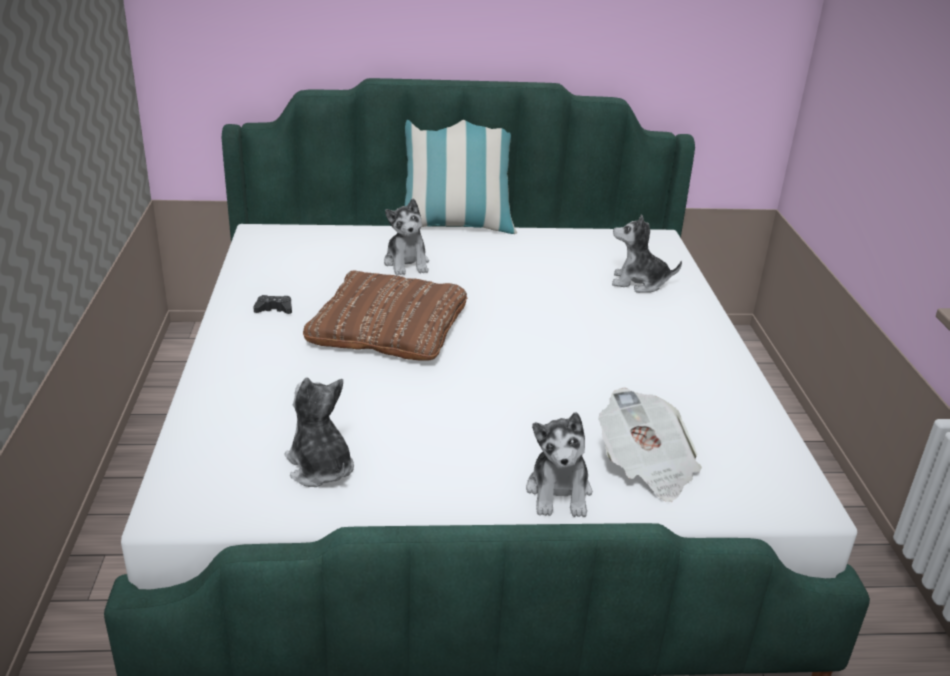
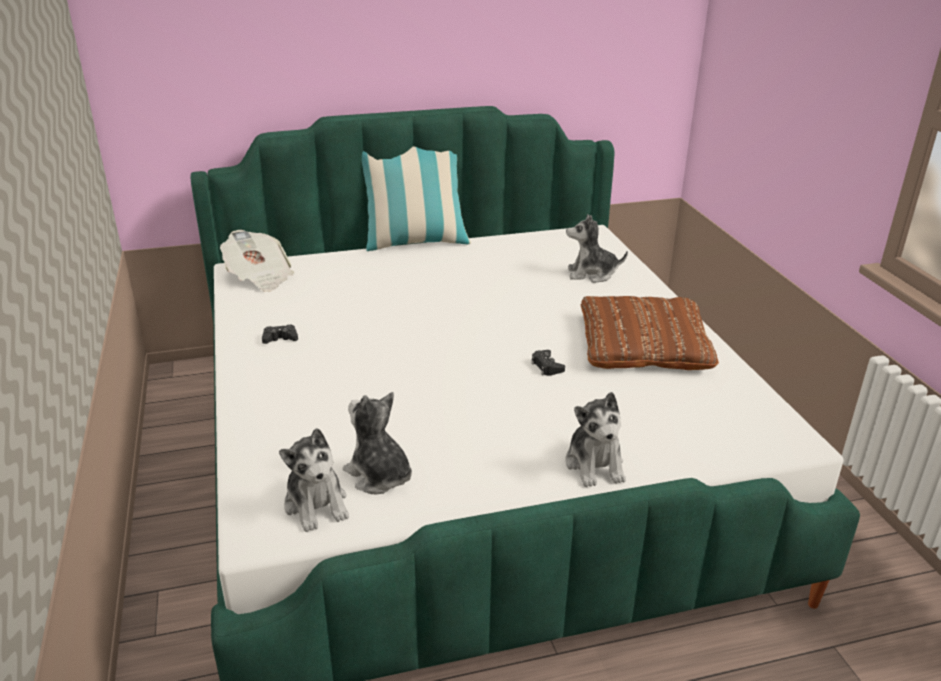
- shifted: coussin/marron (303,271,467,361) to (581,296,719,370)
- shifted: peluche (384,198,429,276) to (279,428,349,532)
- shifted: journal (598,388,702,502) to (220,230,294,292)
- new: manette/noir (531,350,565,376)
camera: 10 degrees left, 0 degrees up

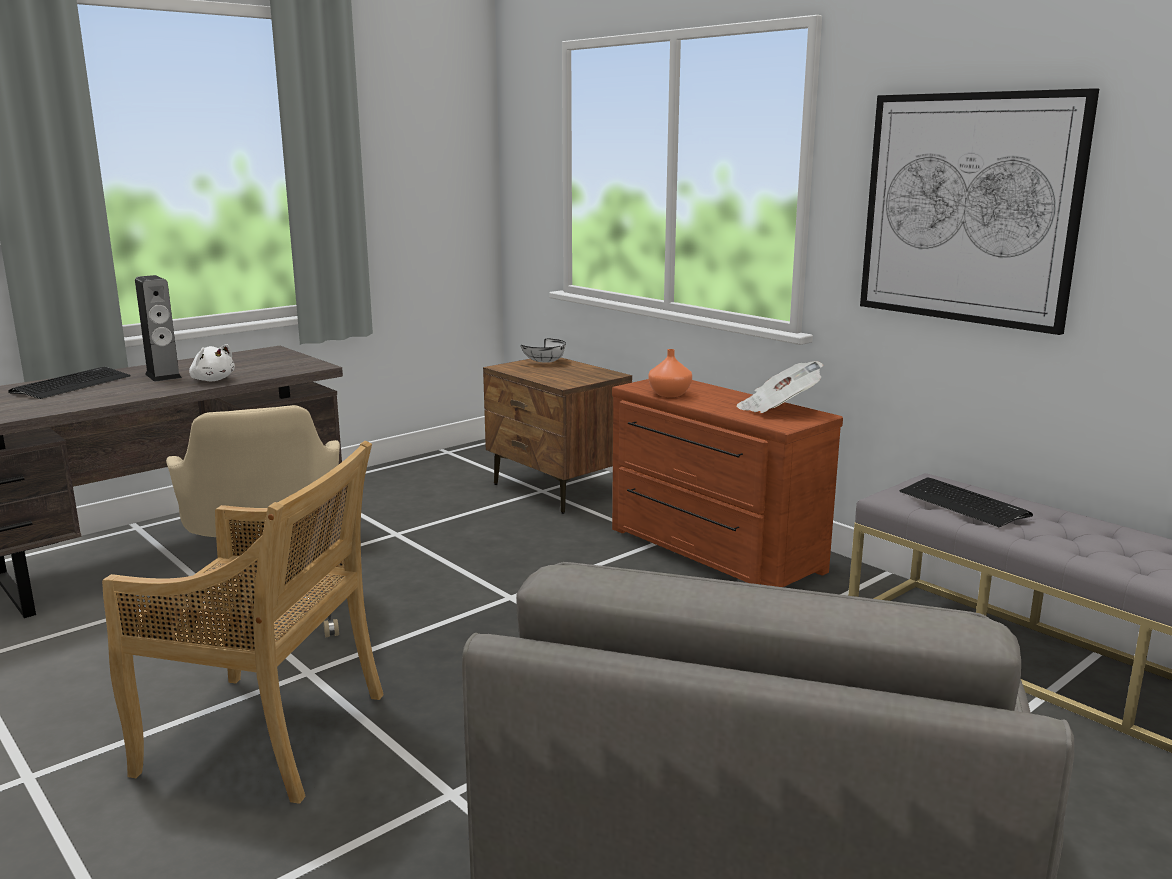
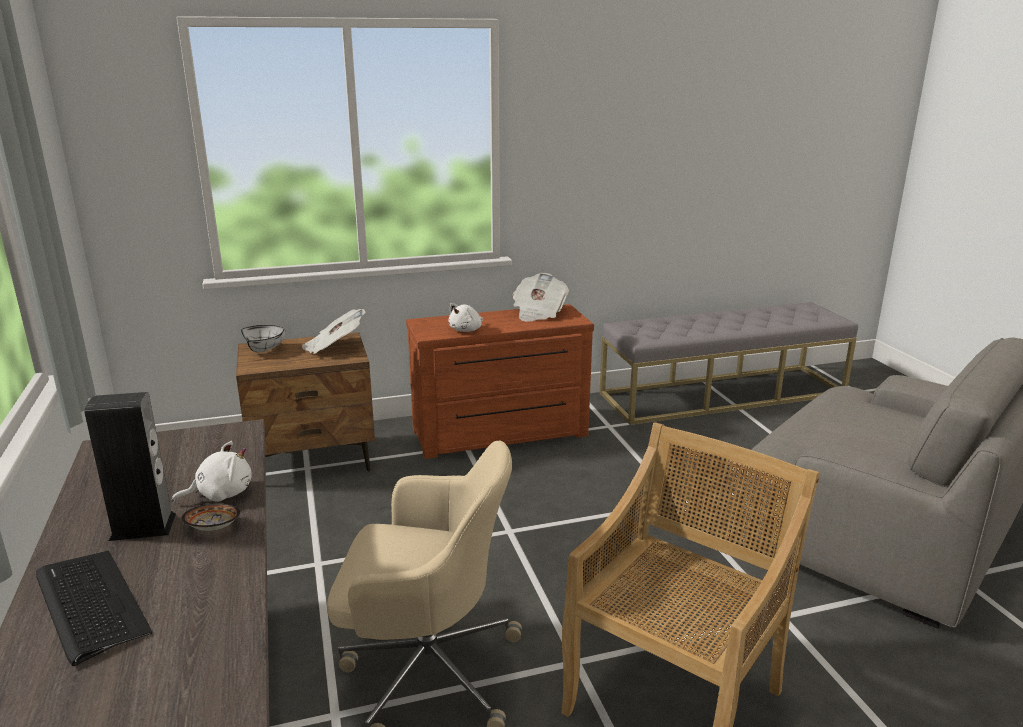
- swapped: vase/orange (648,349,692,397) to peluche/blanc (448,303,483,332)
- gone: tableau (860,88,1099,335)
- gone: clavier (900,477,1033,527)
- new: bol (182,504,240,531)
- new: journal (302,309,366,354)
camera: 65 degrees left, 5 degrees up

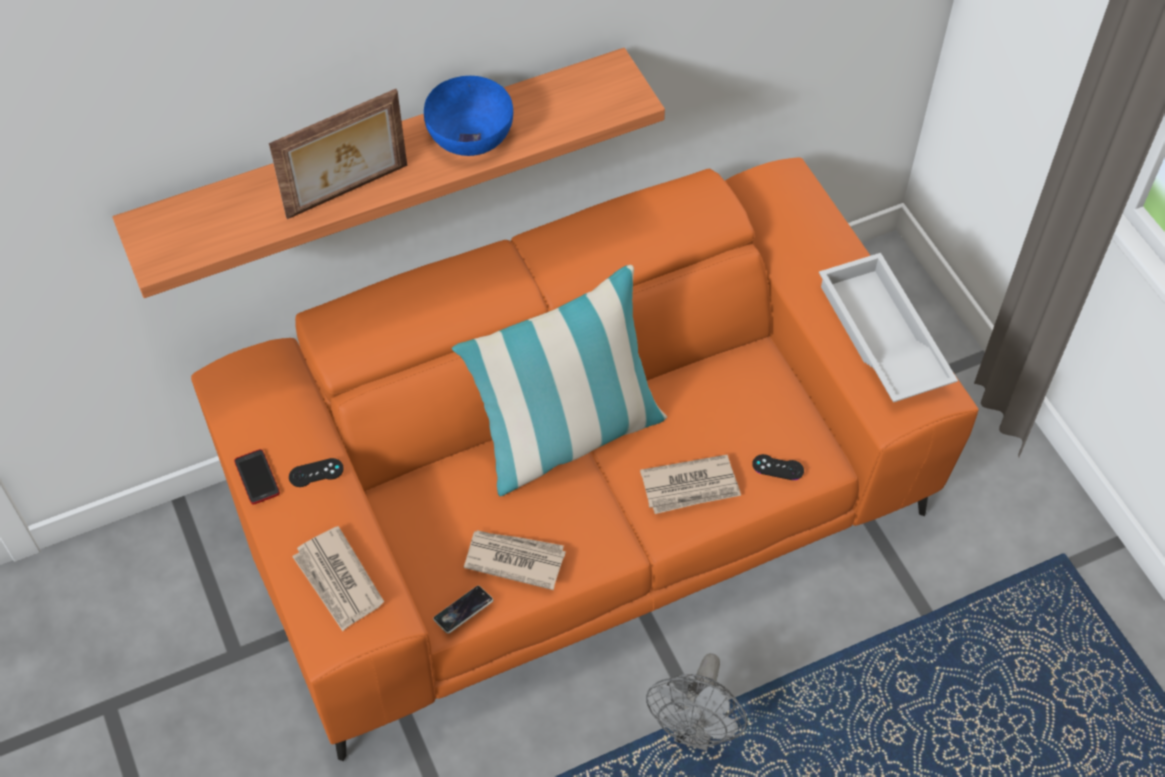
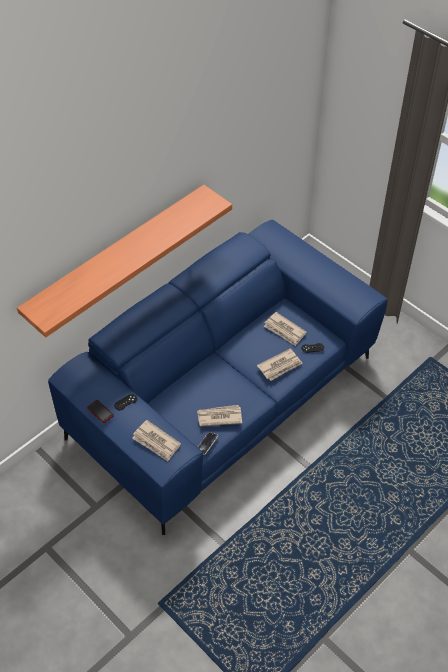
- repainted: canapé/orange (191,157,979,761) to canapé/bleu (48,220,388,535)
- gone: cadre photo (269,89,407,219)
- gone: bol/bleu (424,76,513,156)
- gone: coussin (452,265,667,496)
- gone: ventilateur/gris (646,653,747,751)
- gone: plateau/blanc (819,253,958,402)
- new: journal (264,312,306,346)
camera: 20 degrees left, 5 degrees down

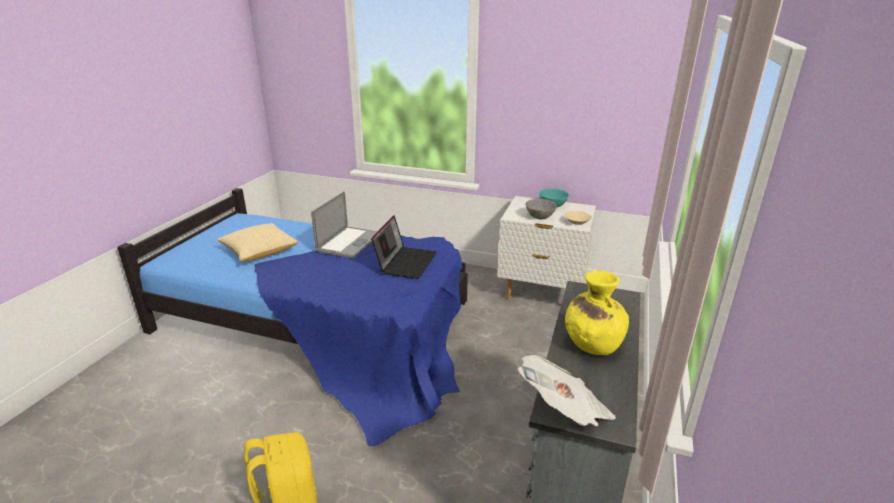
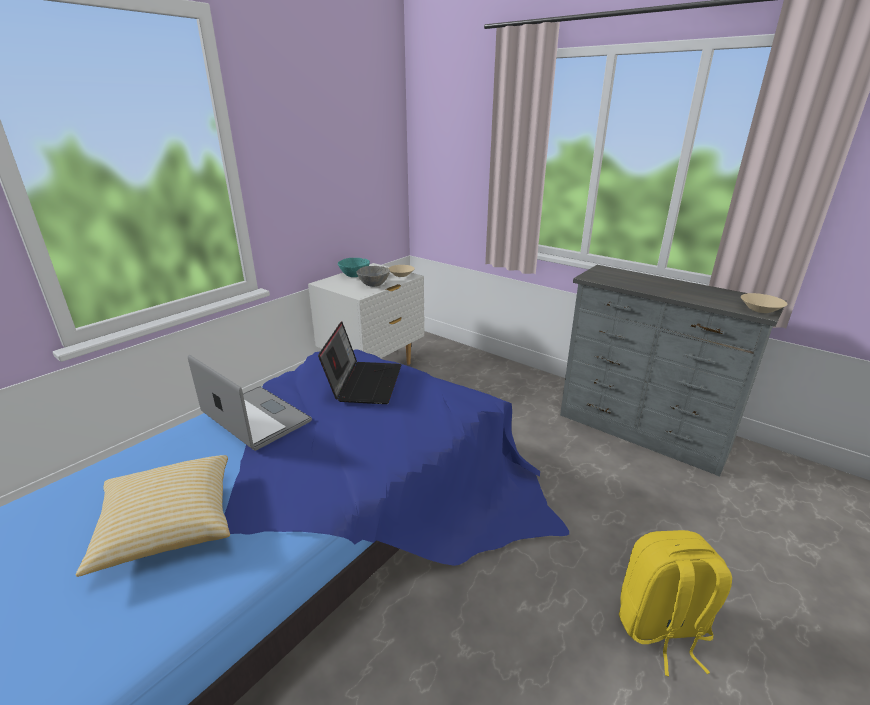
- rotated: ordinateur portable (371,215,437,279) = (318,321,402,404) 60 degrees clockwise
- swapped: journal (517,355,616,426) to bol/beige (741,293,788,313)
- gone: vase/jaune (565,270,629,355)
camera: 70 degrees left, 0 degrees up

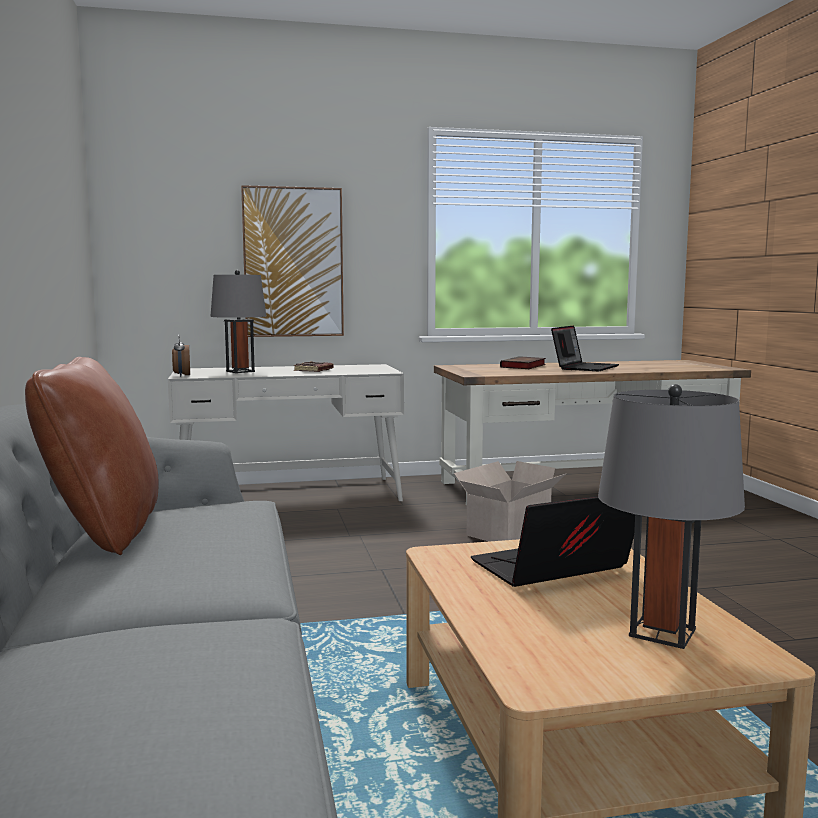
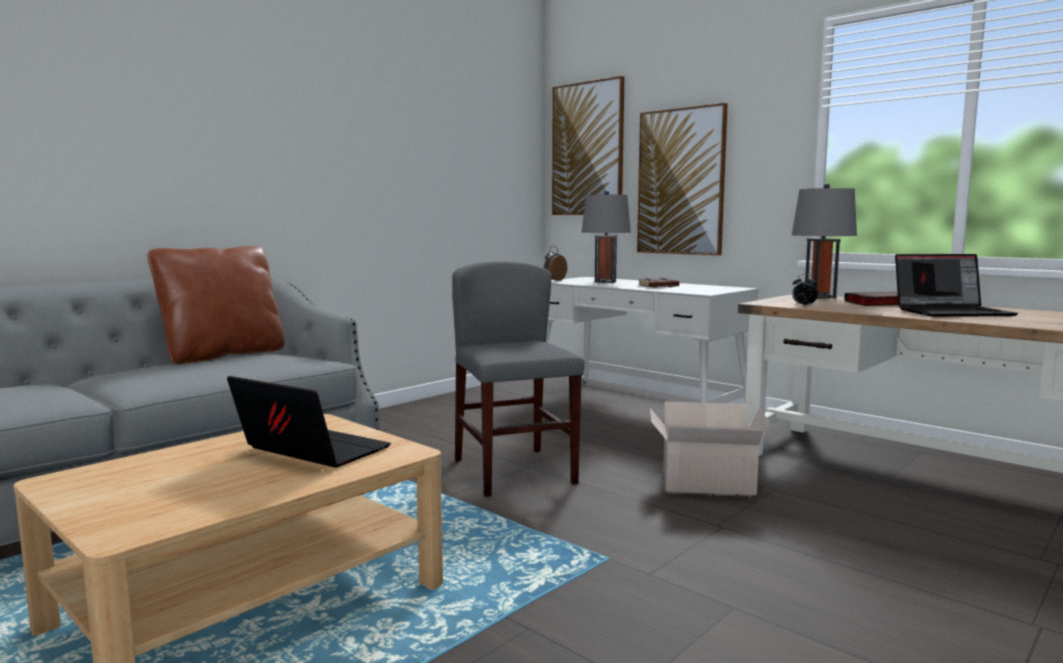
- shifted: lampe de table/gris (598,384,745,649) to (792,183,857,298)
- new: chaise/gris (452,262,584,497)
- new: tableau (552,76,625,215)
- new: réveil (792,274,818,307)
camera: 55 degrees right, 0 degrees up

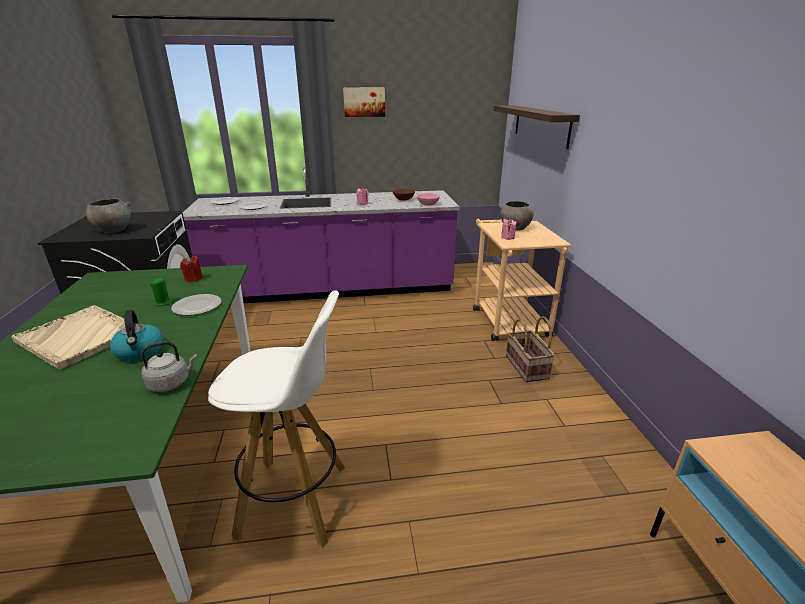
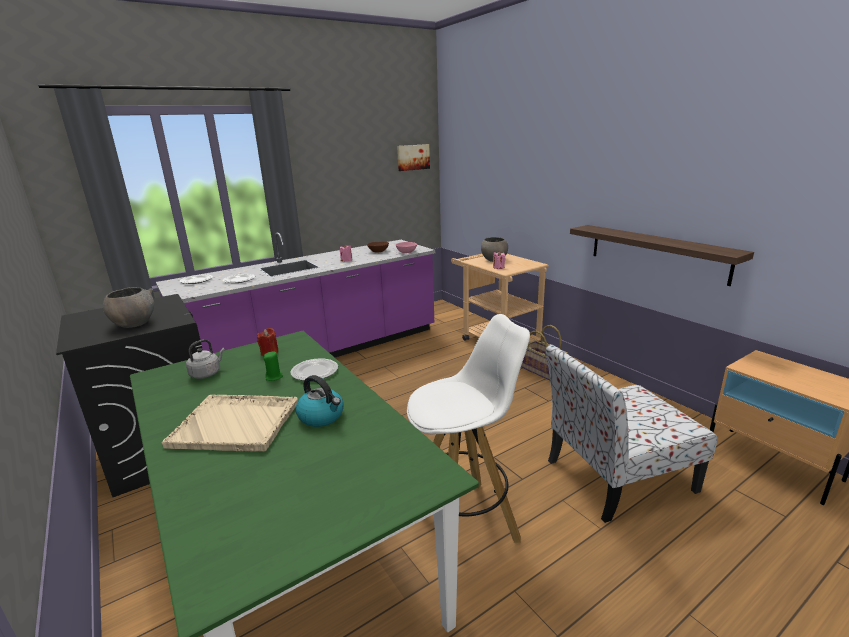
- shifted: bouilloire/gris (141,341,198,392) to (186,339,225,379)
- shifted: tableau (343,87,385,117) to (397,144,430,171)
- shifted: étagère (494,105,580,149) to (570,225,754,286)
- new: chaise (546,344,717,523)
camera: 25 degrees left, 5 degrees down

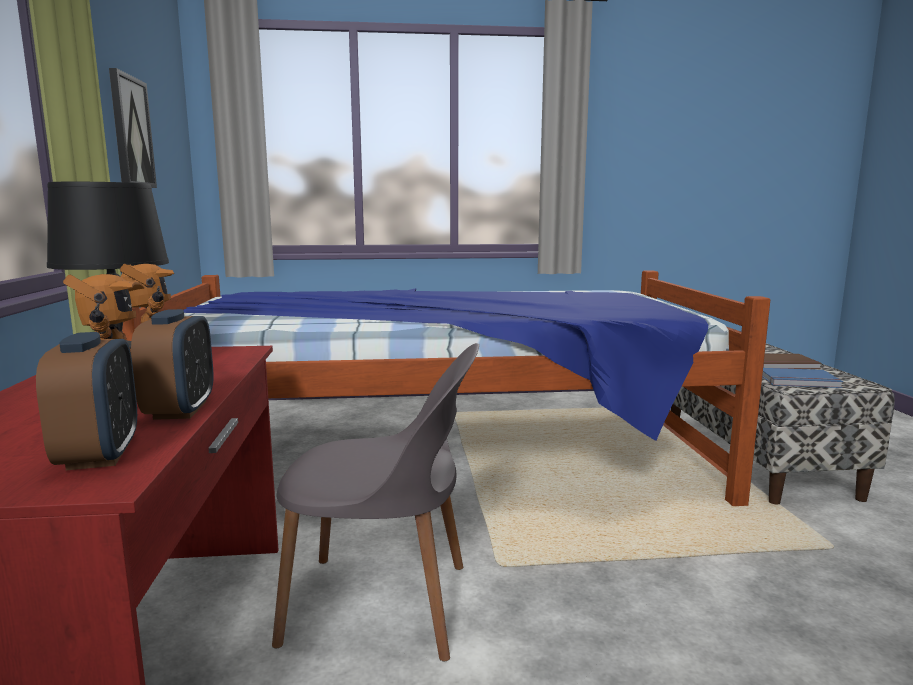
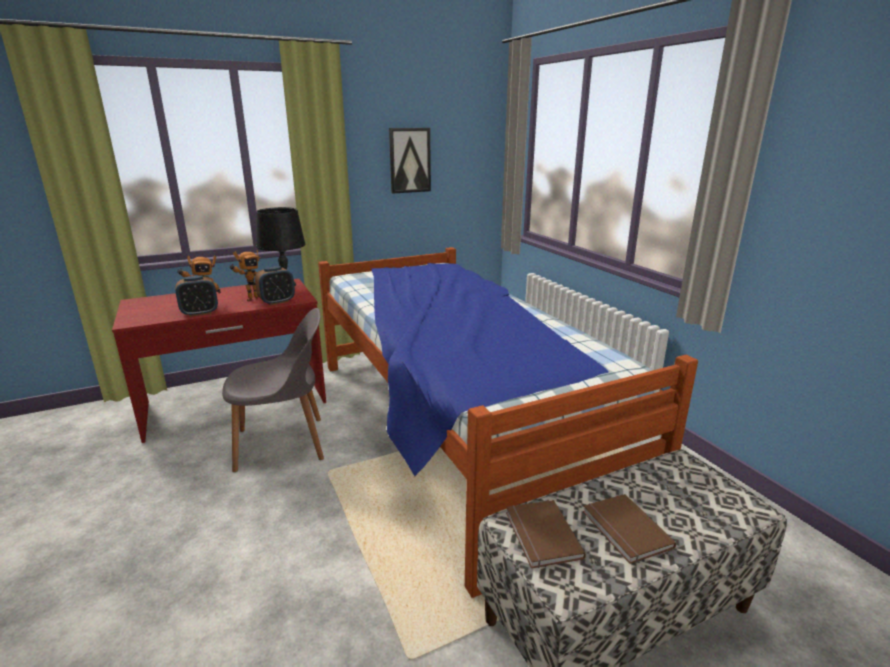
- shifted: réveil (36,332,137,470) to (255,266,295,305)
- rotated: chaise/gris (272,343,479,661) = (222,308,324,472) 90 degrees counterclockwise
- repainted: livre/bleu (762,368,843,388) to livre/marron (506,500,586,568)
camera: 70 degrees right, 10 degrees up

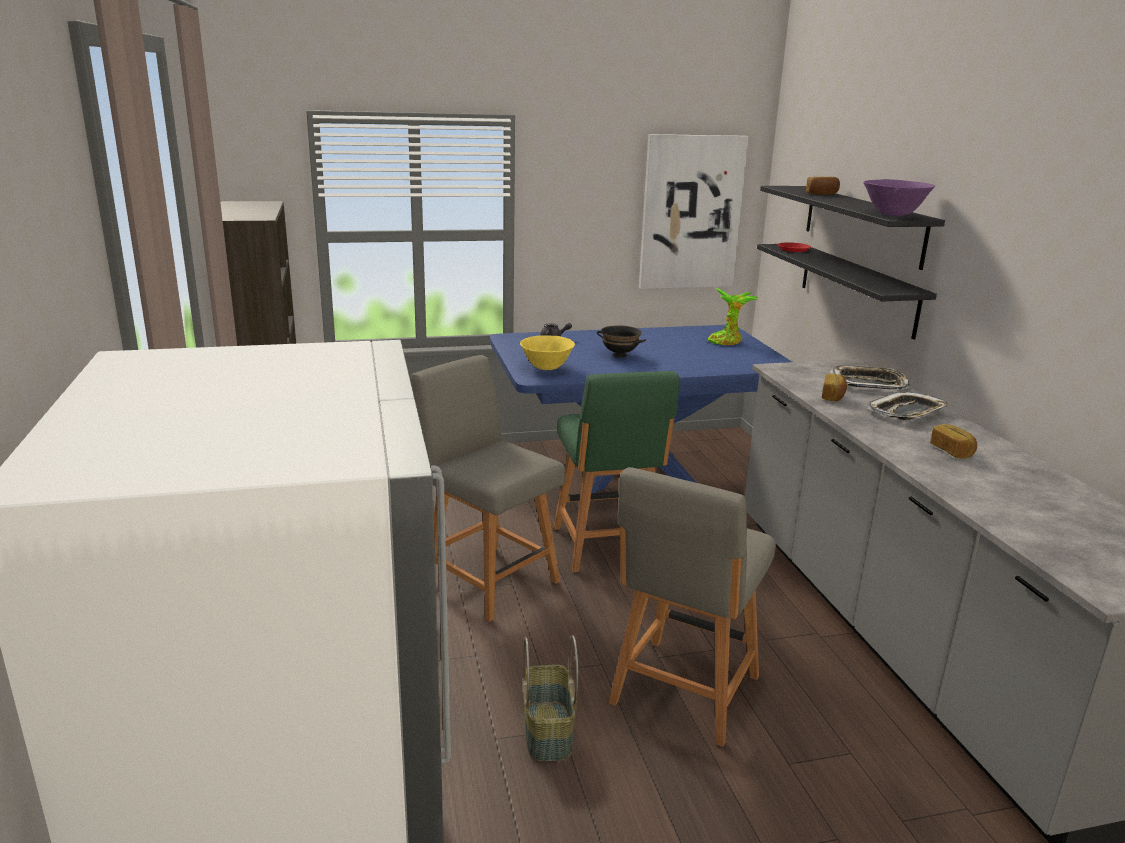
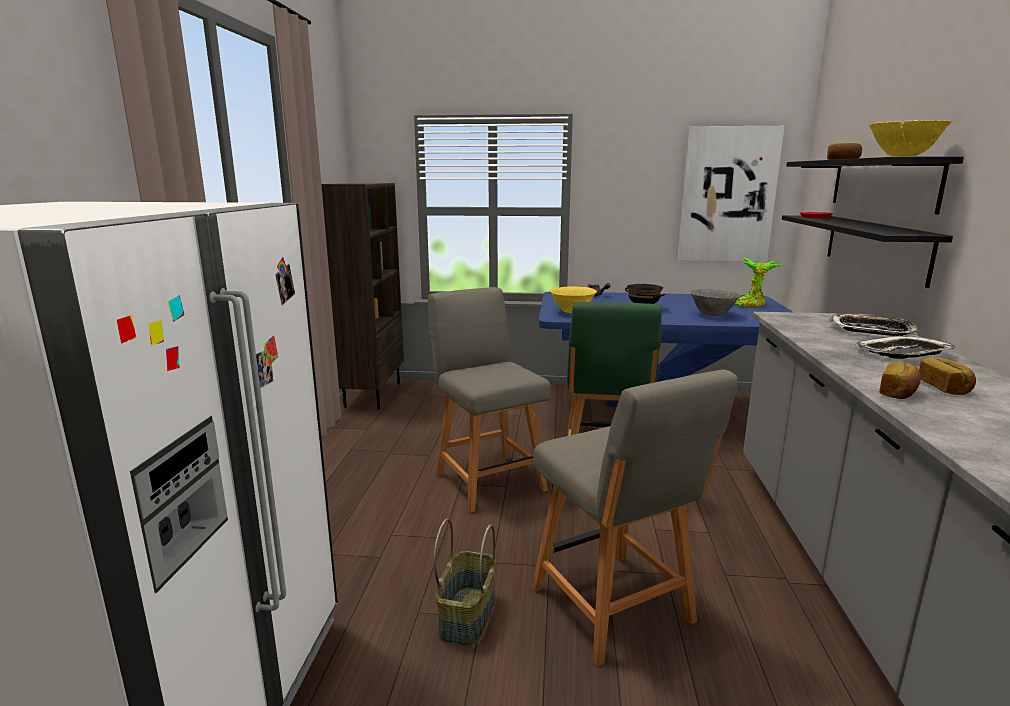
- rotated: chaise/gris (608,467,776,747) = (532,370,738,666) 75 degrees counterclockwise
- shifted: pain (822,374,847,401) to (879,362,921,399)
- repainted: bol/violet (864,179,935,216) to bol/jaune (869,120,952,157)
- new: bol/gris (690,289,740,316)
camera: 20 degrees right, 5 degrees down

